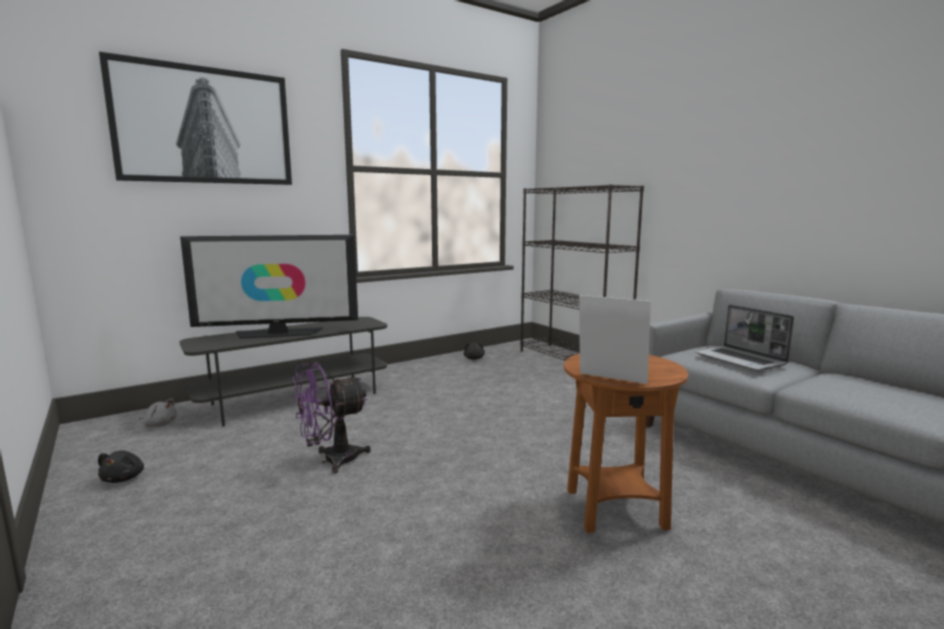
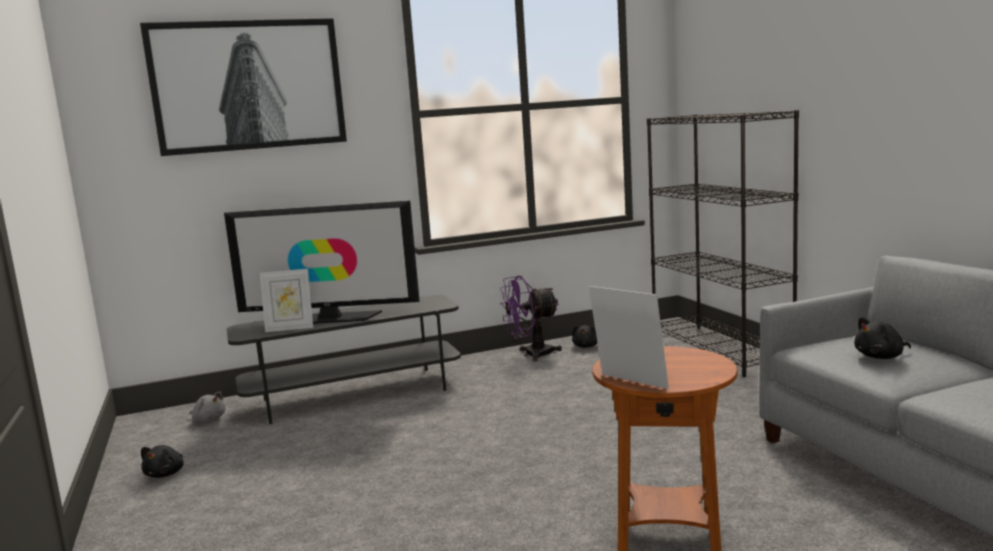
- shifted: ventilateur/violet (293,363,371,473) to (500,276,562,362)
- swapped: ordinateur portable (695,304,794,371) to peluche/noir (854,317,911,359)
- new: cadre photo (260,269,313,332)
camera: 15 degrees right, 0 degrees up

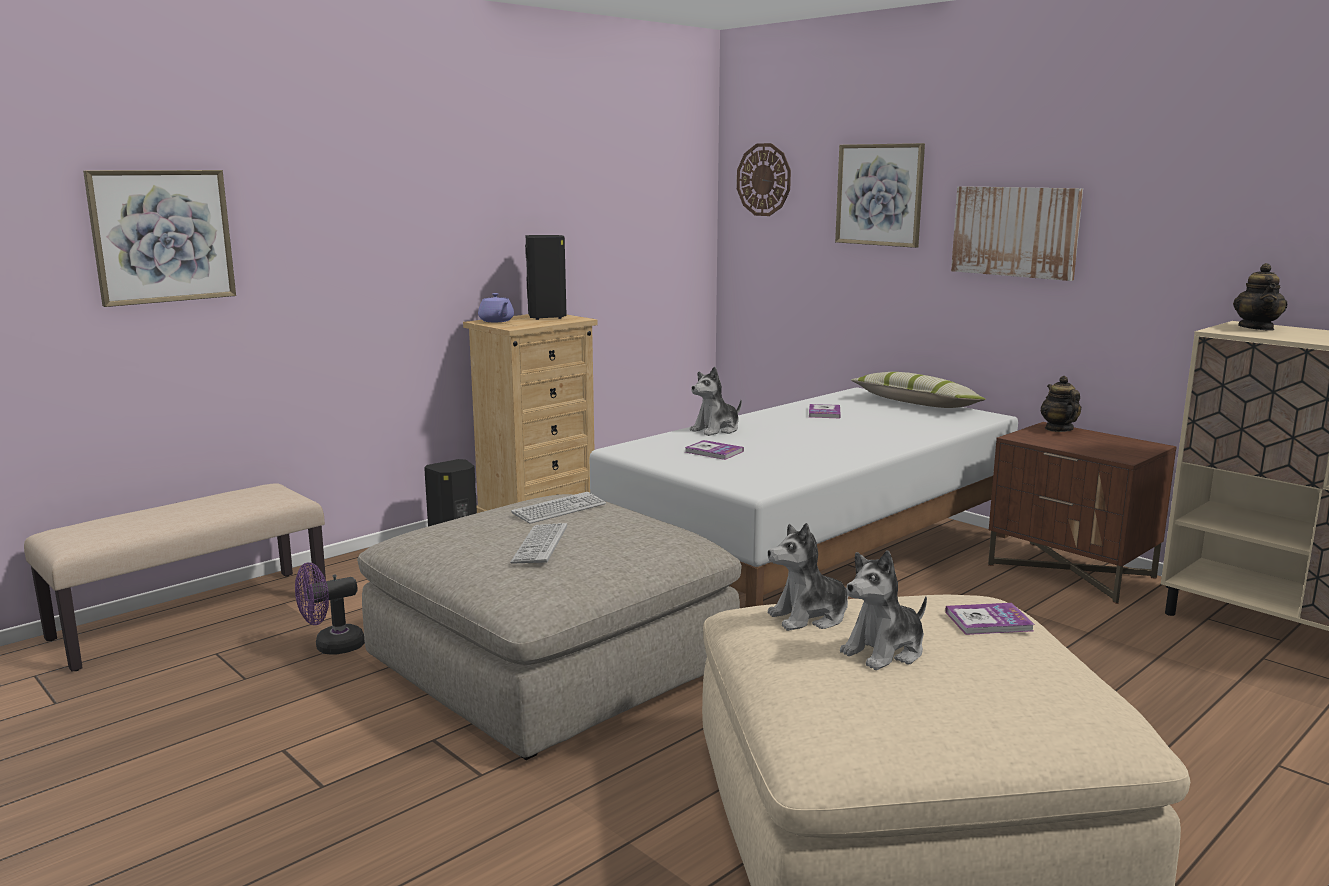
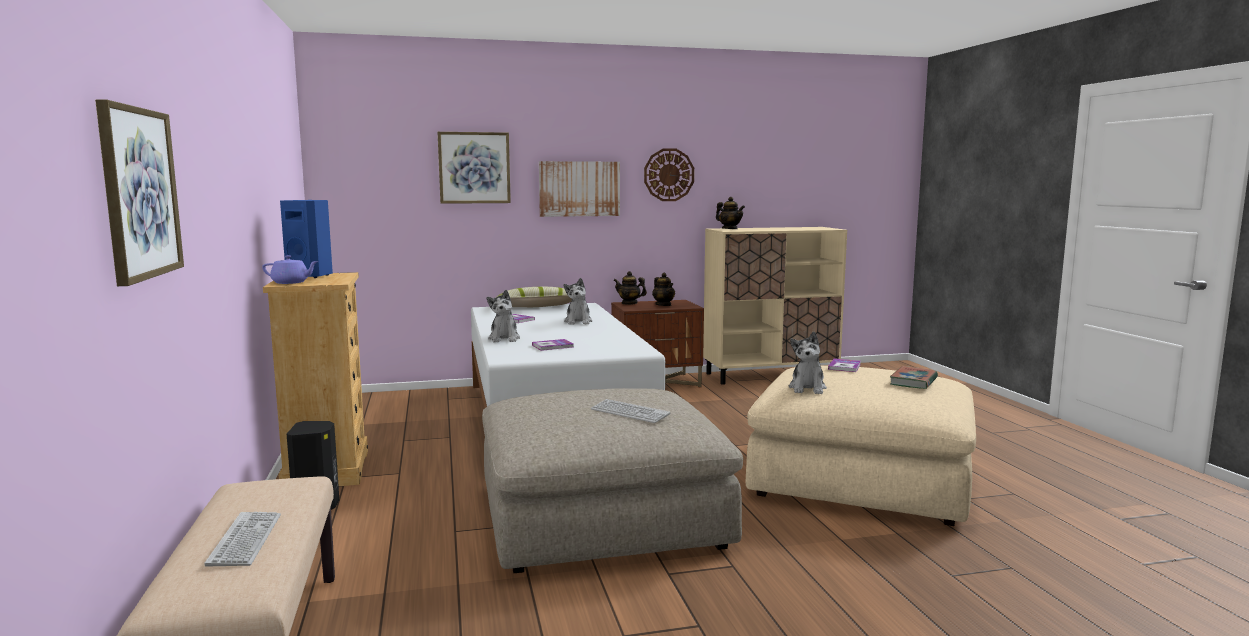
- gone: ventilateur/violet (295,562,365,655)
- shifted: clavier (511,492,606,524) to (204,512,281,567)
- repainted: enceinte/noir (525,235,567,320) to enceinte/bleu (280,200,333,278)
- shifted: horloge murale (737,143,791,216) to (644,148,694,201)
- shifted: peluche (840,551,927,670) to (563,278,593,325)
- new: théière (652,273,675,306)
- new: livre (890,366,938,389)
camera: 60 degrees left, 5 degrees down

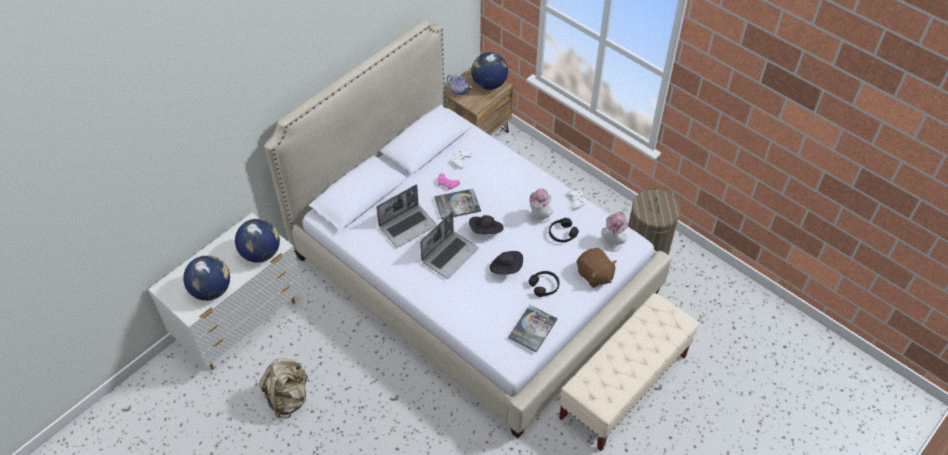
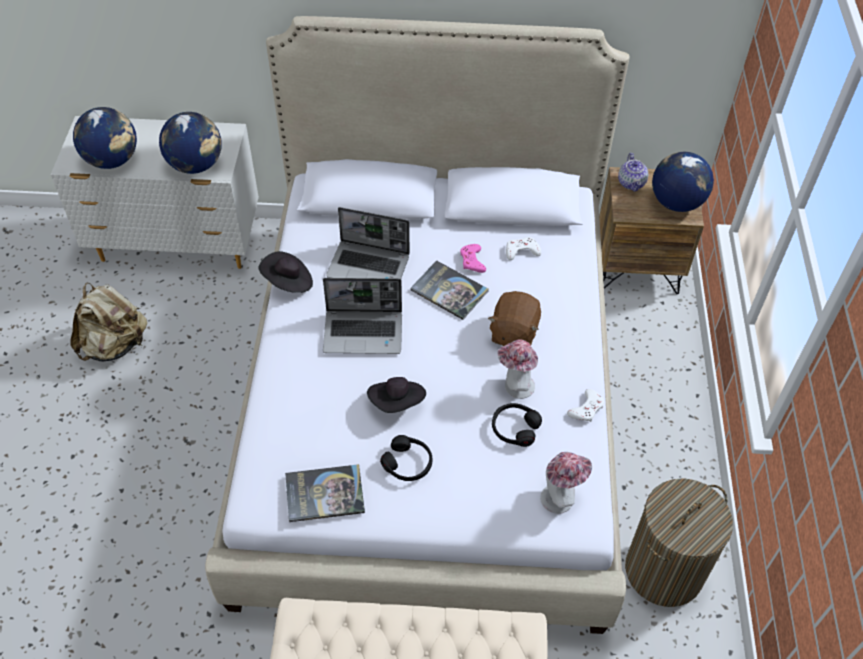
- shifted: chapeau/noir (469,215,504,234) to (259,251,313,293)
- shifted: peluche/marron (577,248,617,288) to (488,291,541,346)
camera: 50 degrees right, 0 degrees up

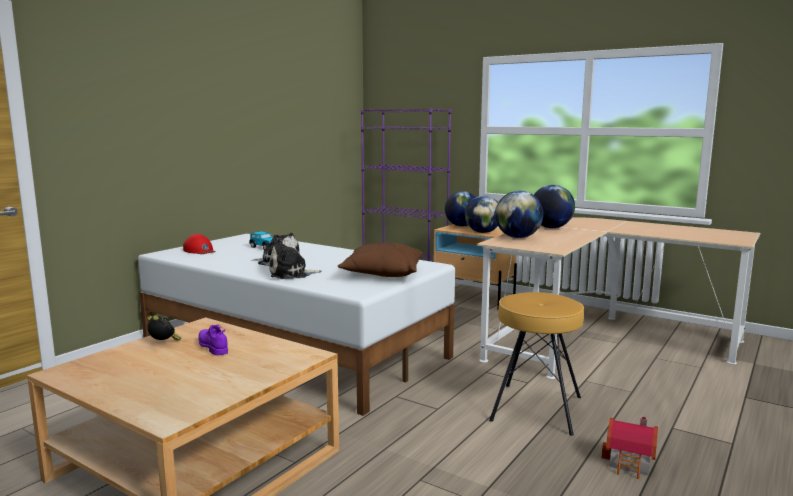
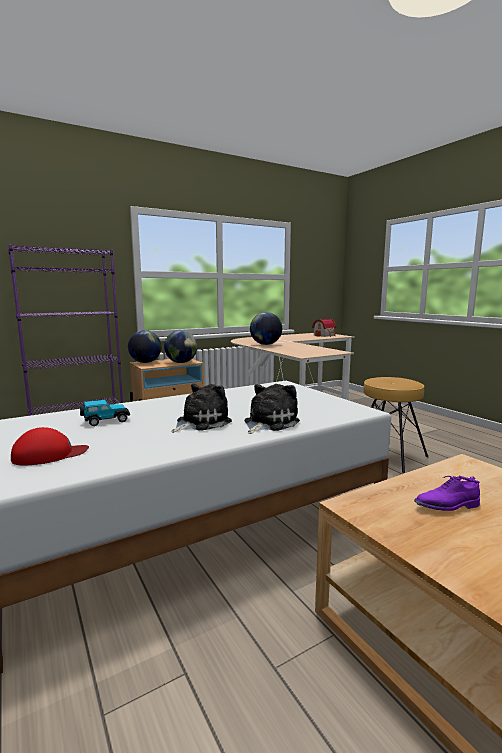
- gone: réveil (147,315,182,340)
- rotated: peluche (269,238,322,279) = (244,384,300,434) 150 degrees counterclockwise
- gone: coussin/marron (338,242,423,277)
- gone: globe (495,191,543,238)
- shifted: maison miniature (602,416,658,479) to (312,317,337,337)
camera: 65 degrees left, 0 degrees up

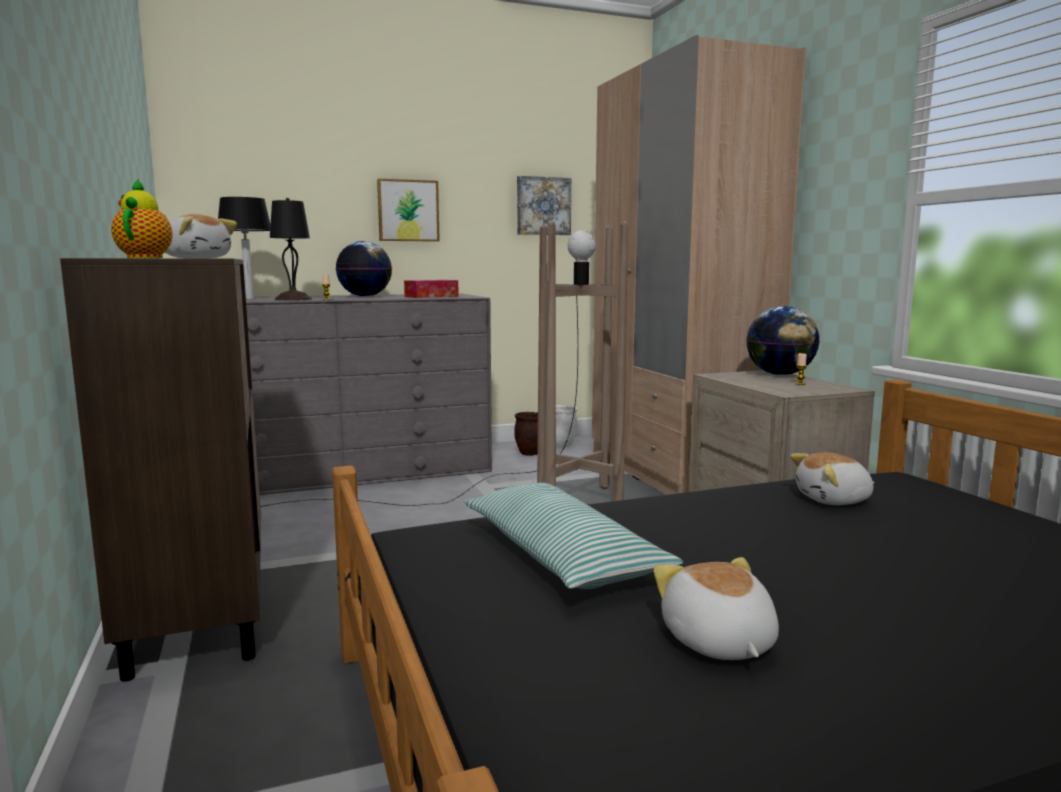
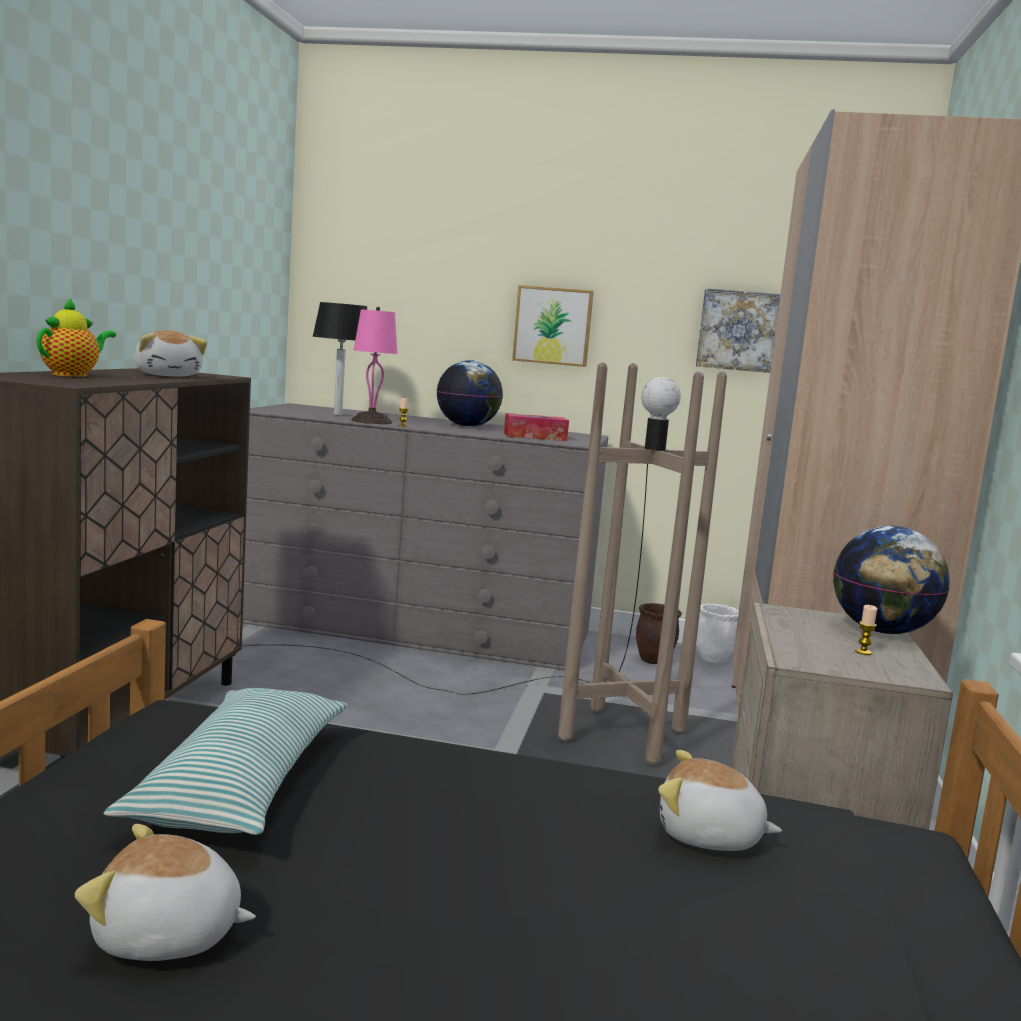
- repainted: lampe de table/noir (270,198,312,301) to lampe de table/rose (351,307,398,424)
- rotated: peluche (653,557,779,660) = (75,824,256,961) 105 degrees counterclockwise
camera: 30 degrees right, 0 degrees up

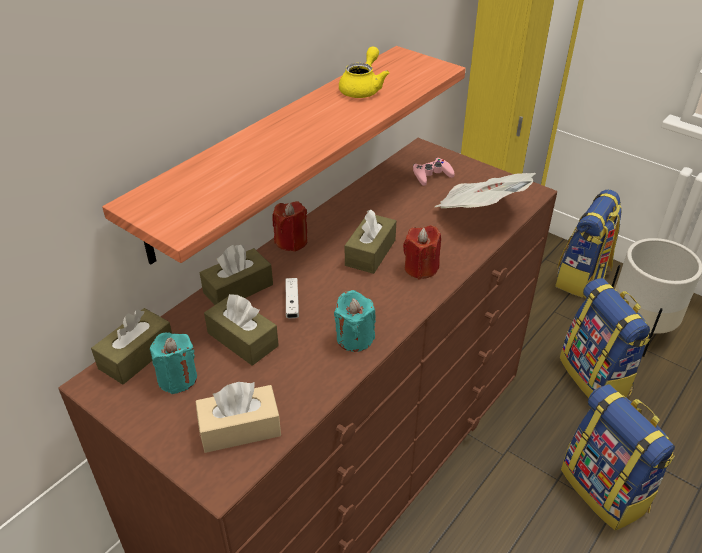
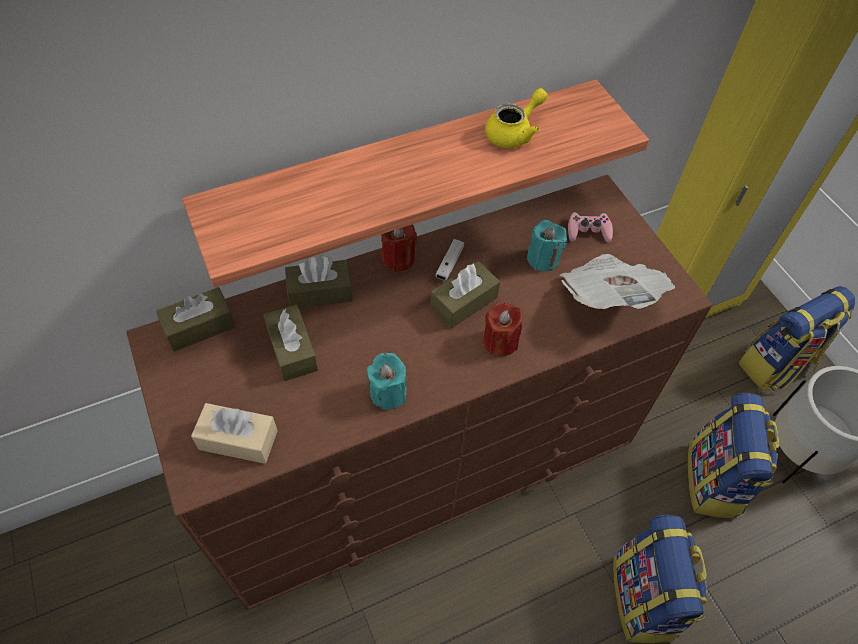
- shifted: bougie/turquoise (150,332,197,394) to (527,220,567,271)
- shifted: manette/blanc (286,278,299,318) to (435,239,464,280)
camera: 25 degrees right, 15 degrees up

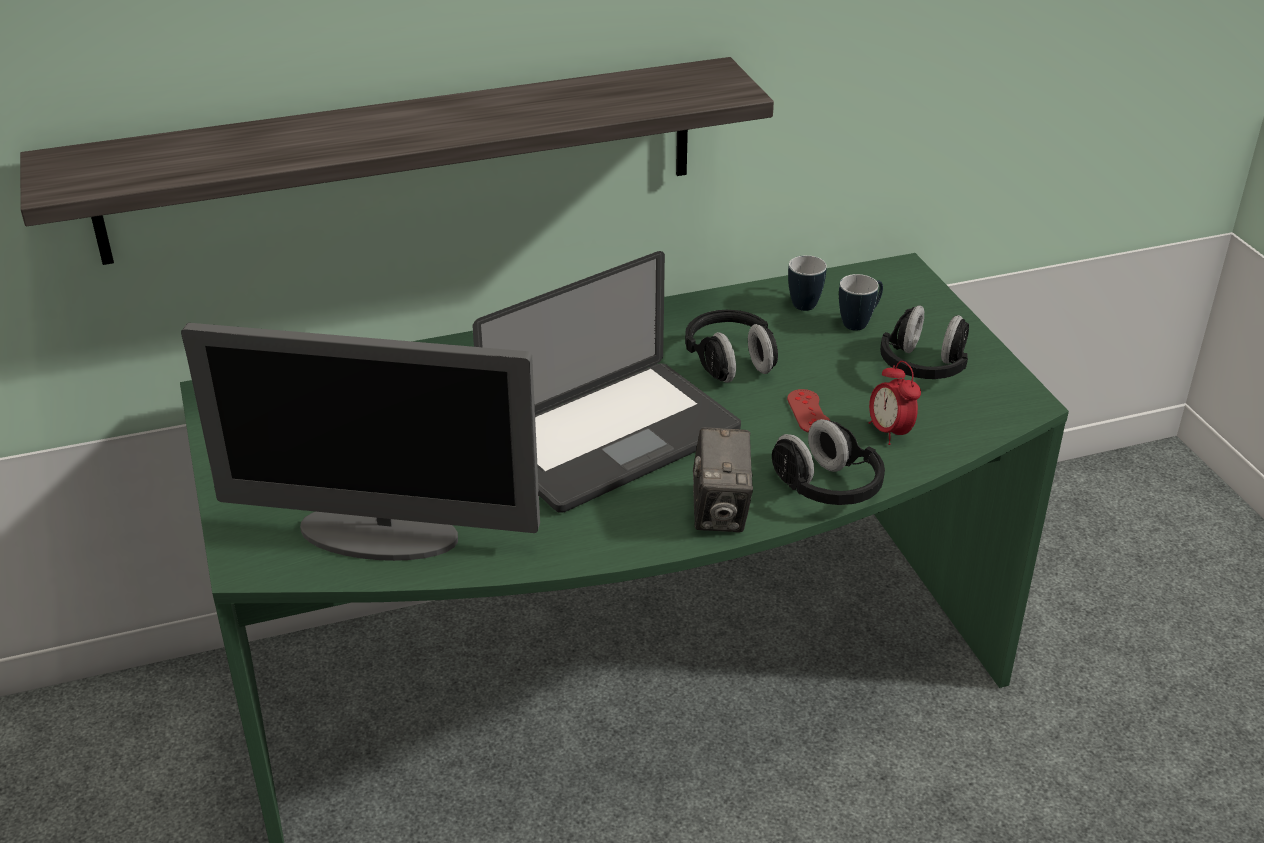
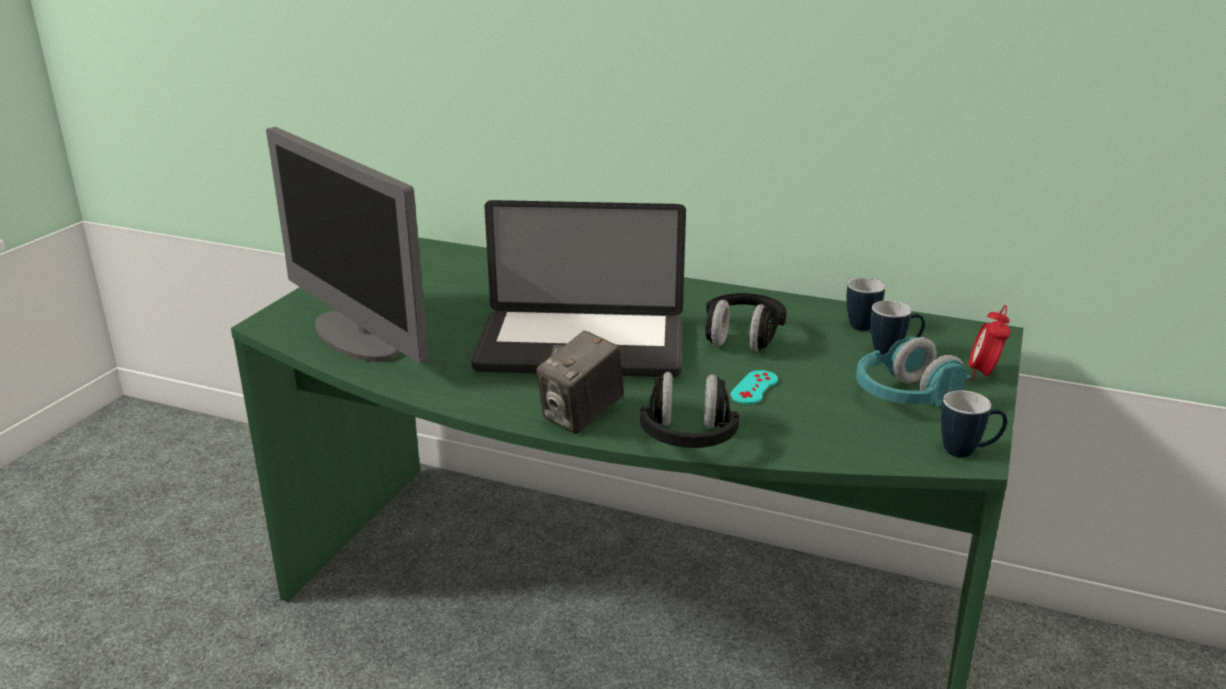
- gone: étagère (20,57,774,265)
- repainted: manette/rouge (787,389,830,433) to manette/turquoise (730,370,778,404)
- shifted: réveil (869,361,921,445) to (969,305,1011,380)
- repainted: casque audio/noir (880,305,969,379) to casque audio/turquoise (856,337,971,406)
- new: mug (941,390,1007,458)
camera: 40 degrees right, 10 degrees down

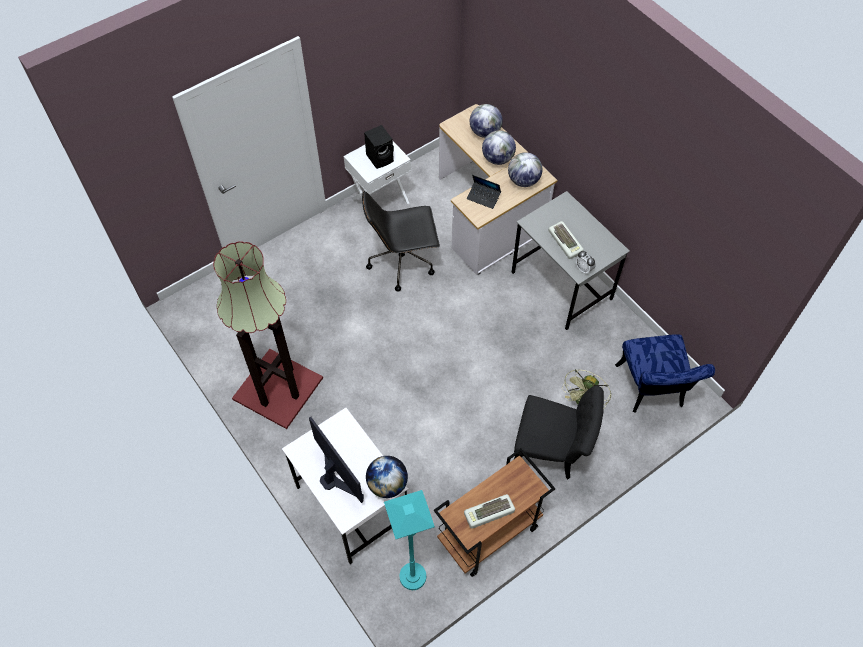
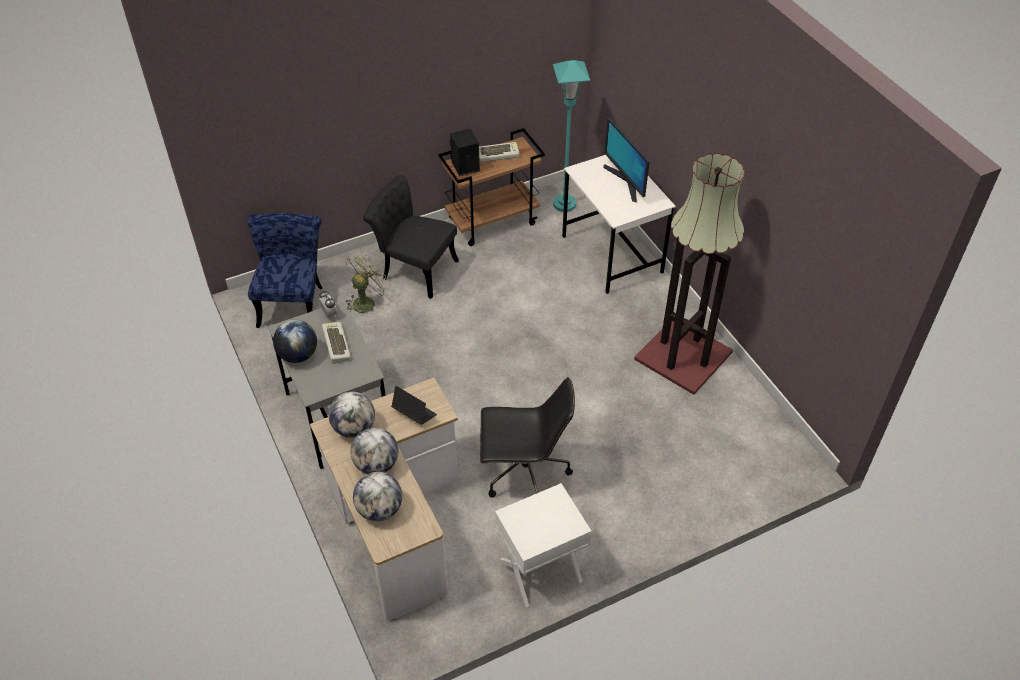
- shifted: enceinte/noir (364,125,394,169) to (450,129,480,176)
- shifted: globe (366,456,408,498) to (273,320,317,363)
camera: 170 degrees left, 10 degrees down

